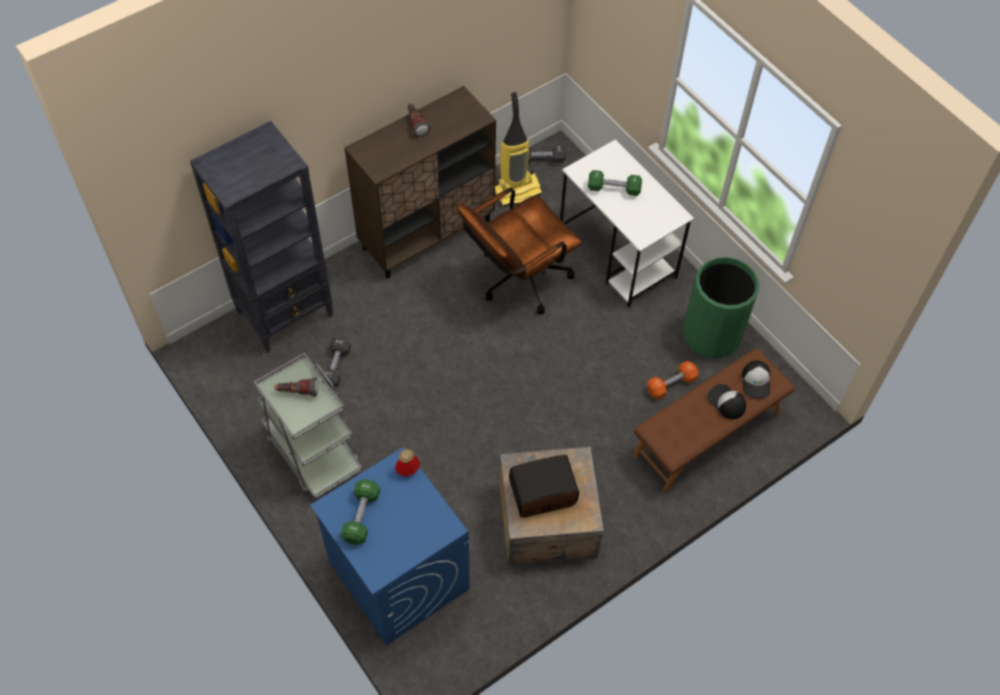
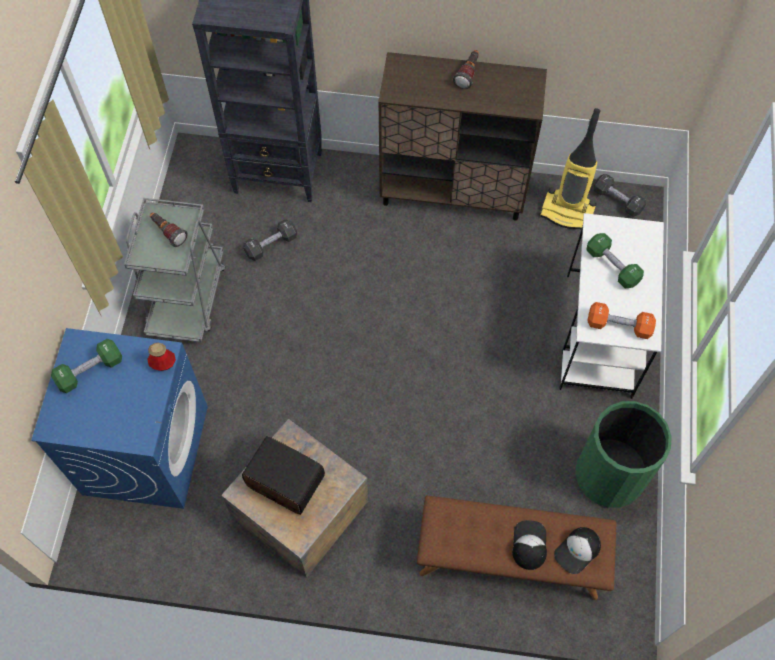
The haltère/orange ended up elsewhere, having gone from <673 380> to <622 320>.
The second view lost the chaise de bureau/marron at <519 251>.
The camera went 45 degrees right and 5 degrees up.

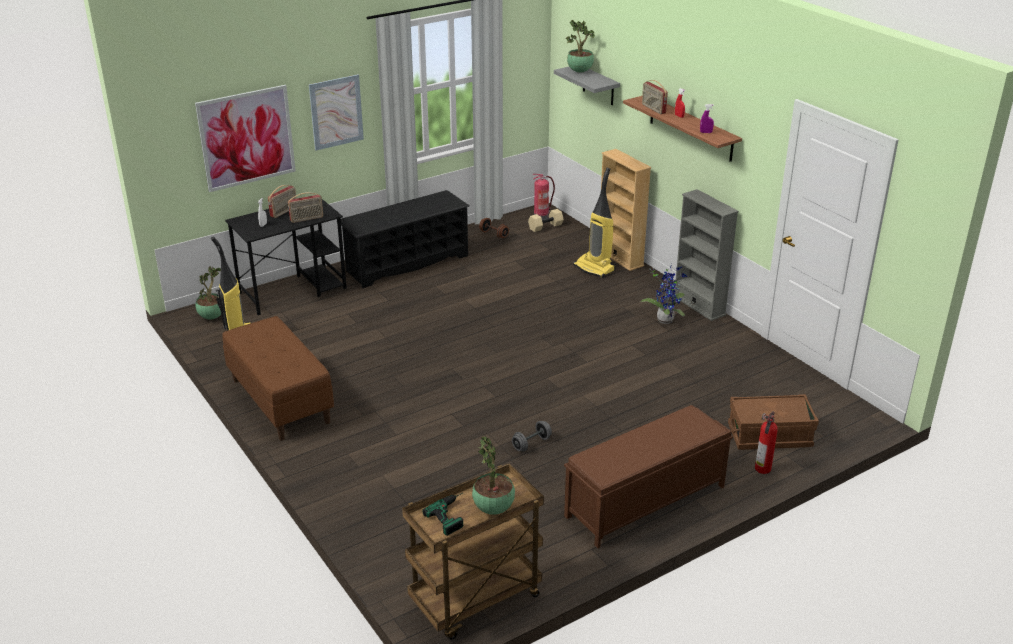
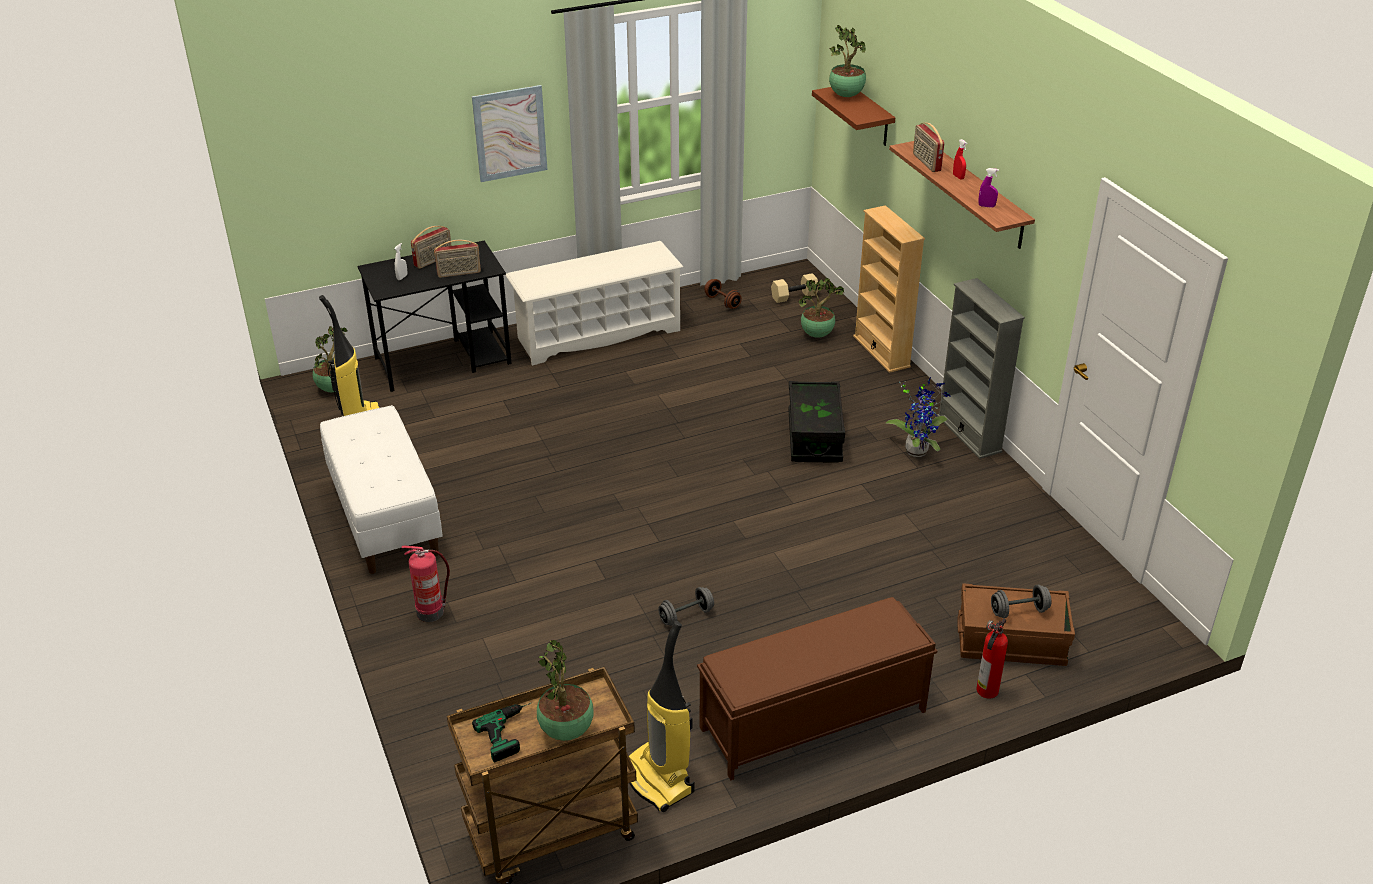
What was the banc/marron at <278 378> turned into the banc/blanc at <381 489>.
The extincteur ended up elsewhere, having gone from <544 197> to <426 584>.
What was the étagère à chaussures/noir at <405 239> turned into the étagère à chaussures/blanc at <594 303>.
The aspirateur ended up elsewhere, having gone from <594 223> to <661 716>.
The second view gained the boîte de rangement/noir at <816 422>.
The second view gained the plante en pot at <821 307>.
What was the étagère/gris at <587 86> turned into the étagère/marron at <853 116>.
The second view gained the haltère/gris at <1021 601>.
The second view lost the tableau at <245 138>.
The camera went 10 degrees right and 5 degrees up.

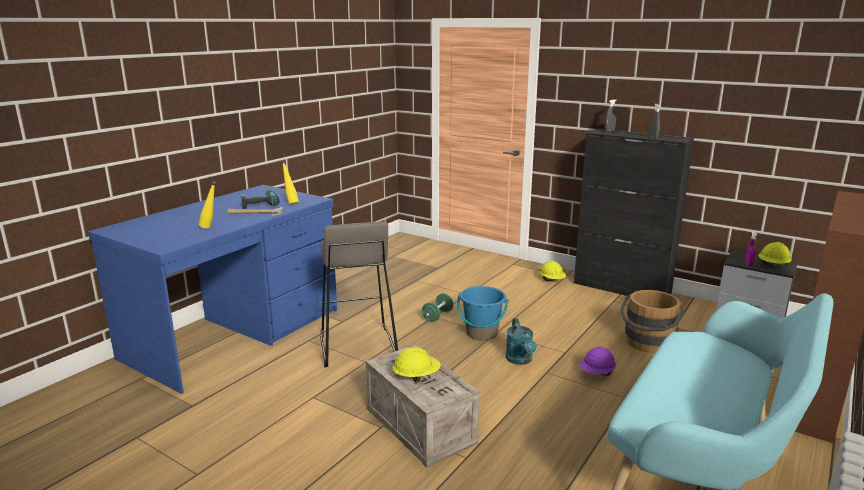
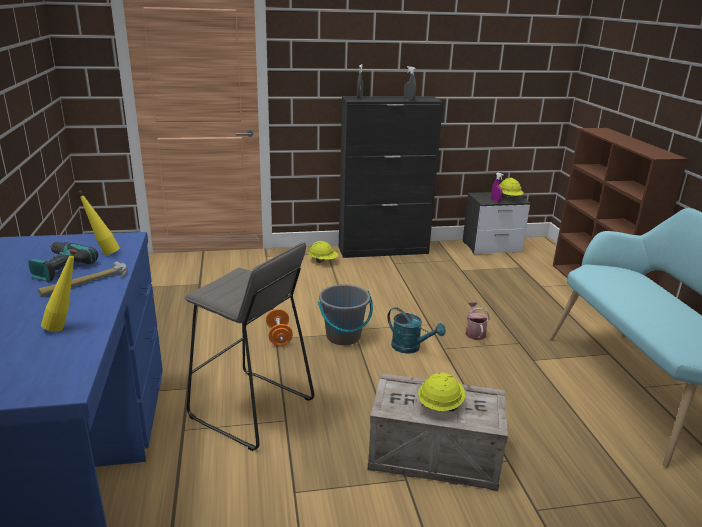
What was the haltère/vert at <438 307> turned into the haltère/orange at <279 327>.
What was the seau/bleu at <483 313> turned into the seau/gris at <345 314>.
Where the casque de chantier/violet stood at <598 361>, the arrosoir came to stand at <477 321>.
The second view lost the seau/marron at <652 322>.
The camera went 45 degrees left and 5 degrees up.

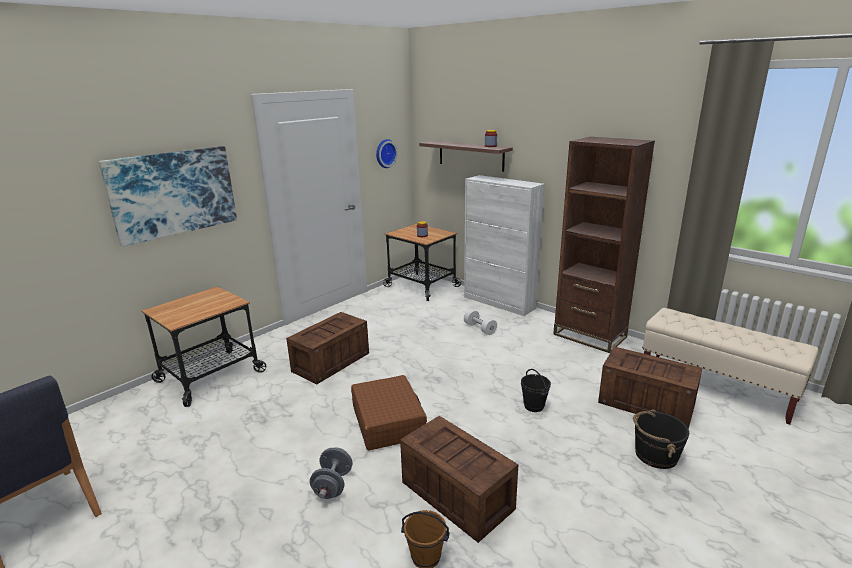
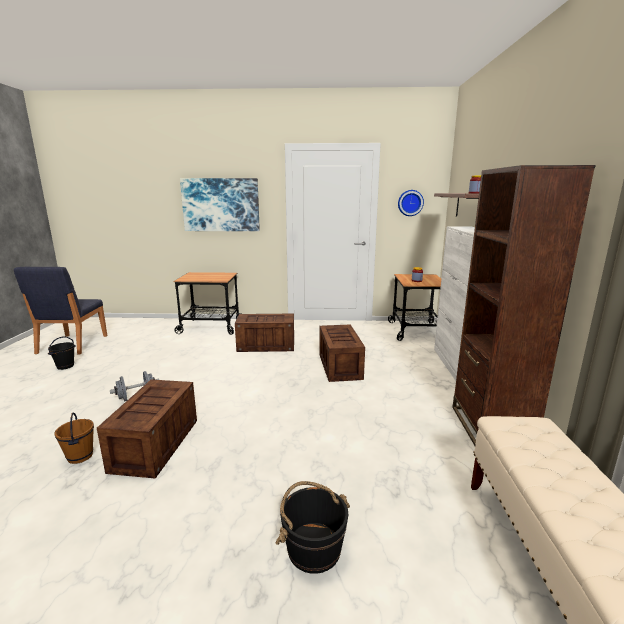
The seau/noir ended up elsewhere, having gone from <536 390> to <62 353>.
The caisse ended up elsewhere, having gone from <650 388> to <342 353>.
The second view lost the valise/marron at <389 412>.
The second view lost the haltère/blanc at <480 322>.
The camera went 50 degrees right and 5 degrees down.

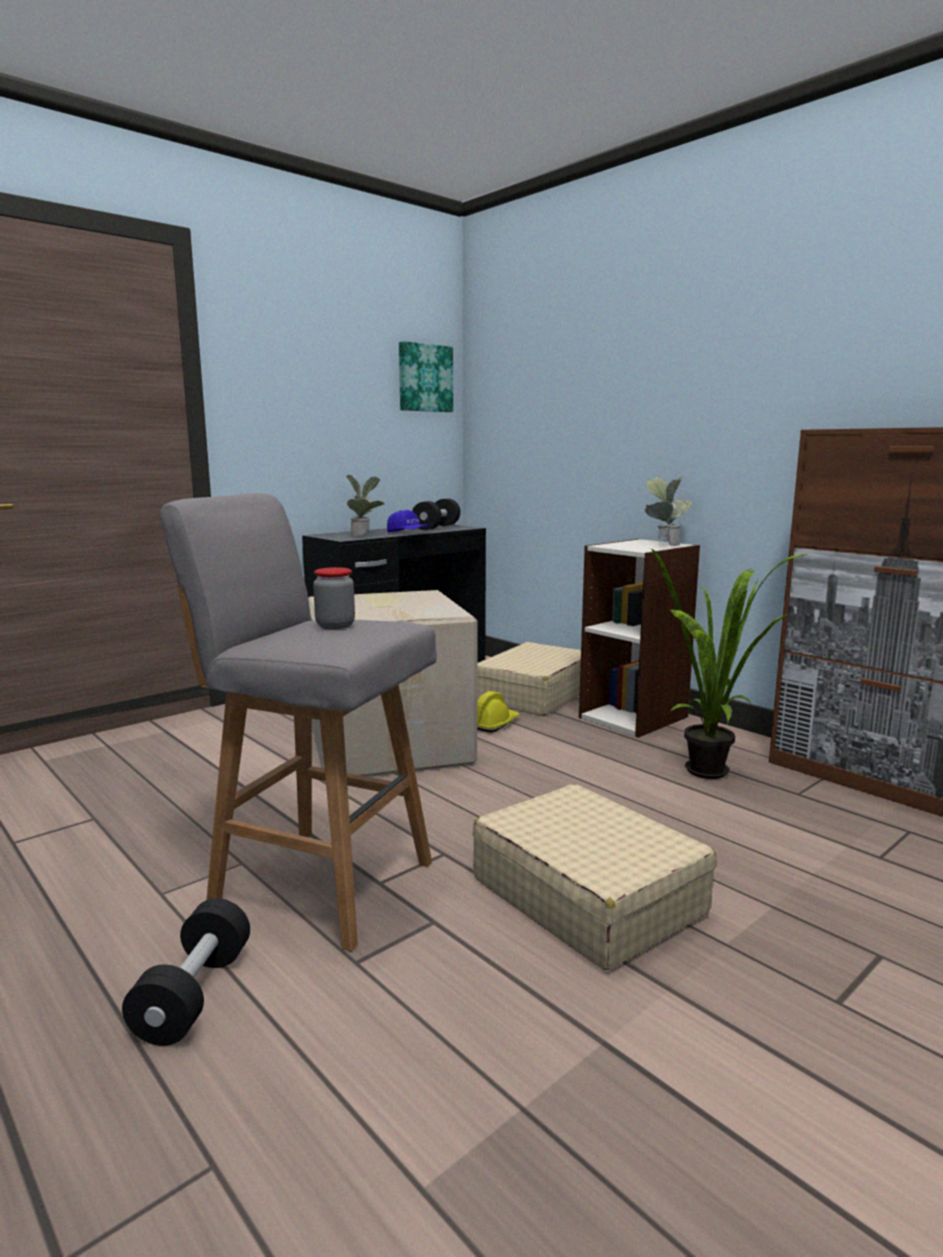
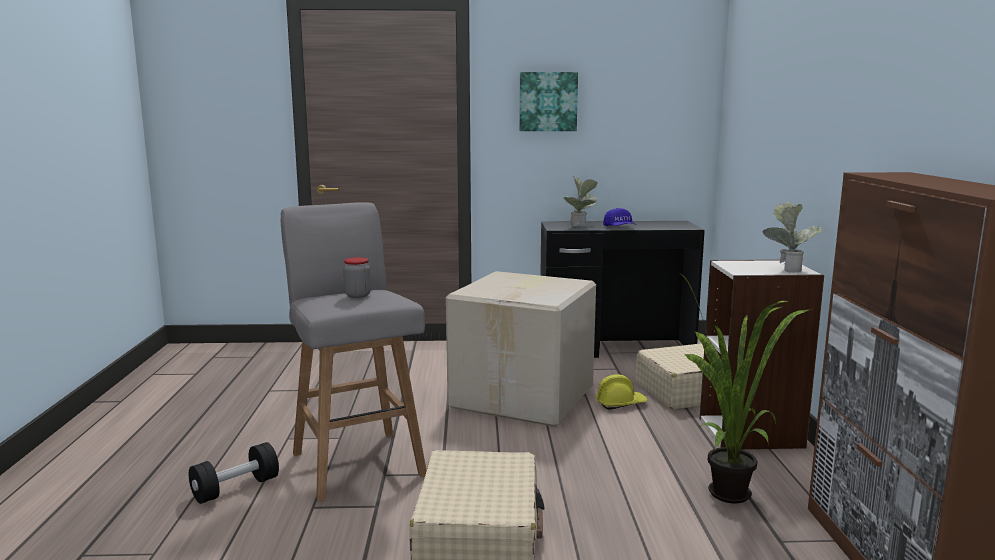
The tableau ended up elsewhere, having gone from <426 376> to <548 101>.
The second view lost the haltère/noir at <436 514>.
The camera went 40 degrees right and 0 degrees up.

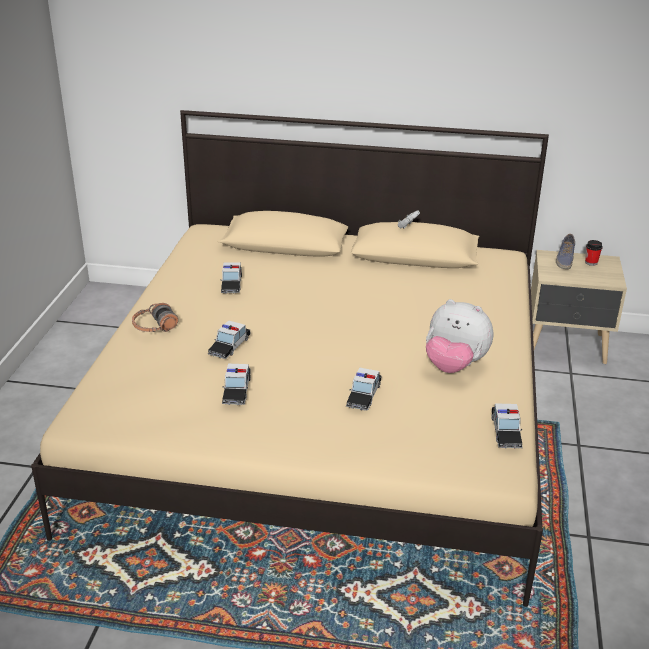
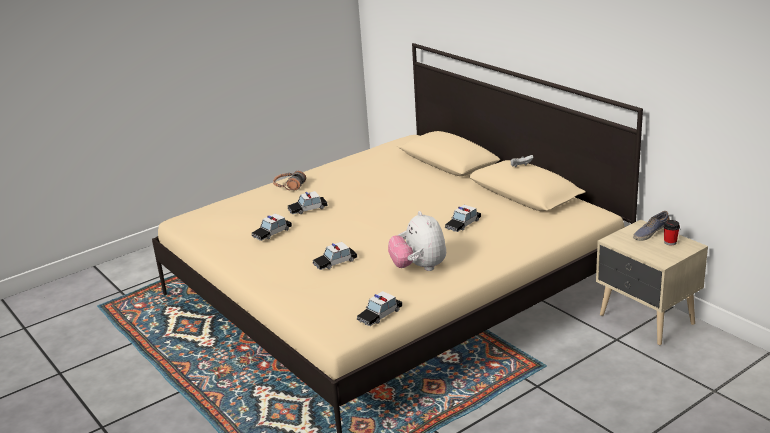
The petite voiture ended up elsewhere, having gone from <231 278> to <463 218>.
The camera went 45 degrees right and 5 degrees down.

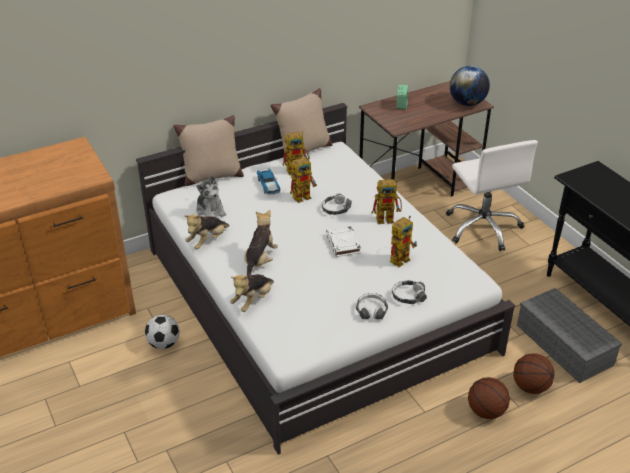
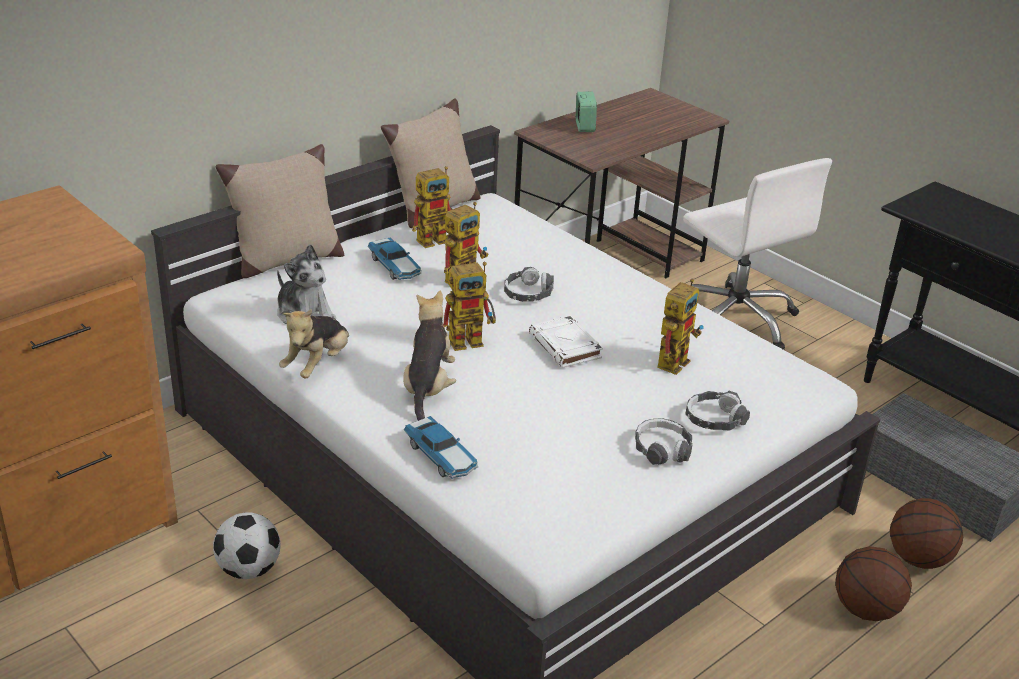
Where the peluche stood at <252 293>, the petite voiture came to stand at <441 447>.
The robot jouet ended up elsewhere, having gone from <387 201> to <469 306>.
The second view lost the globe at <470 86>.
The camera went 15 degrees left and 5 degrees down.

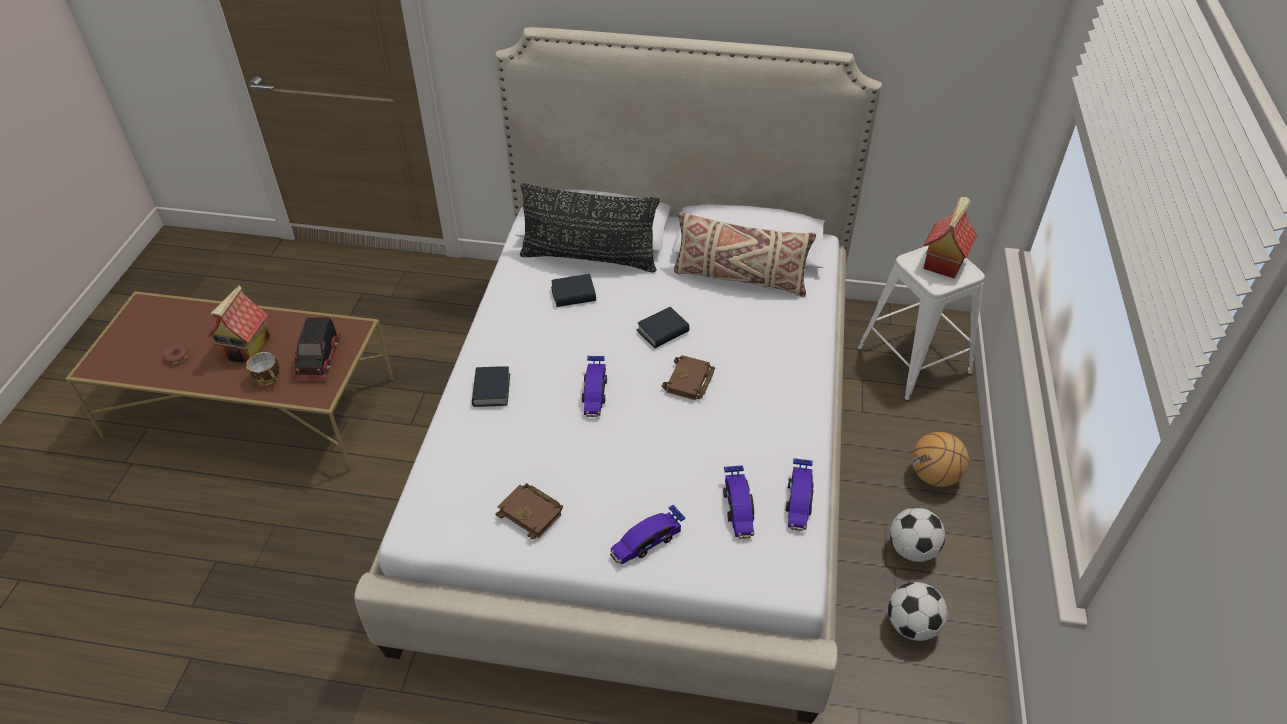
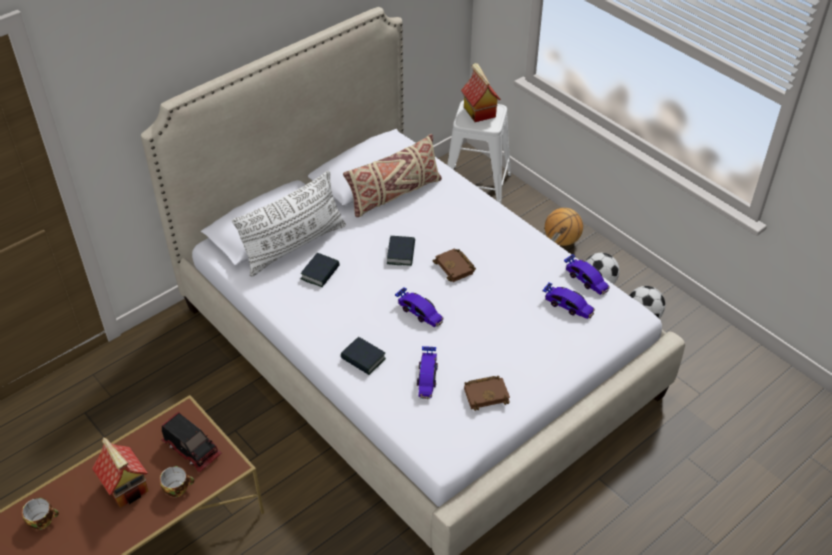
The second view gained the tasse at <40 514>.
What was the coussin/noir at <590 228> turned into the coussin/blanc at <289 224>.
The petite voiture ended up elsewhere, having gone from <647 534> to <427 372>.
The second view lost the beignet at <176 354>.
The camera went 50 degrees left and 0 degrees up.

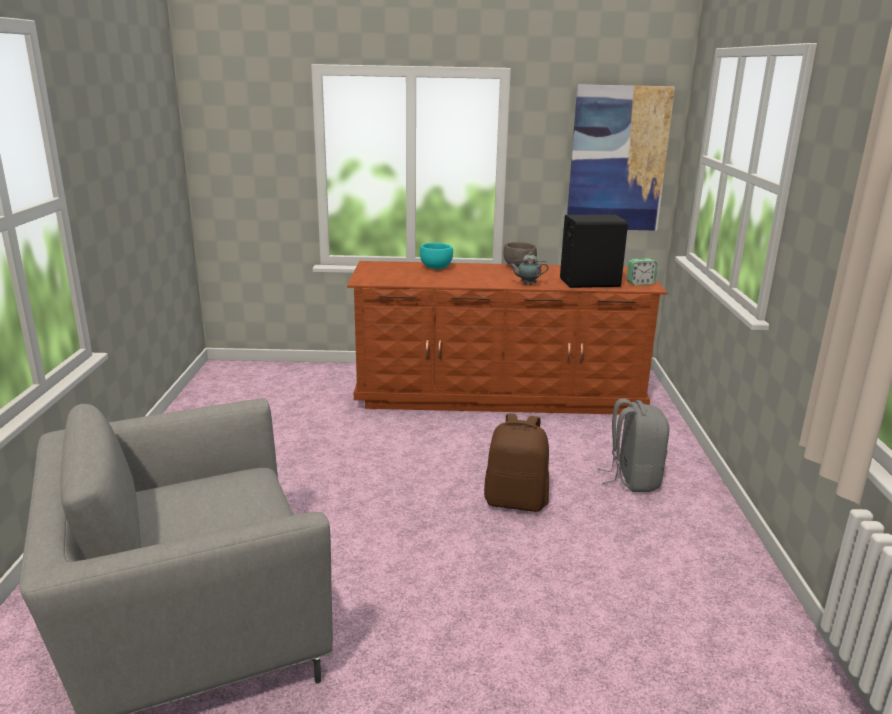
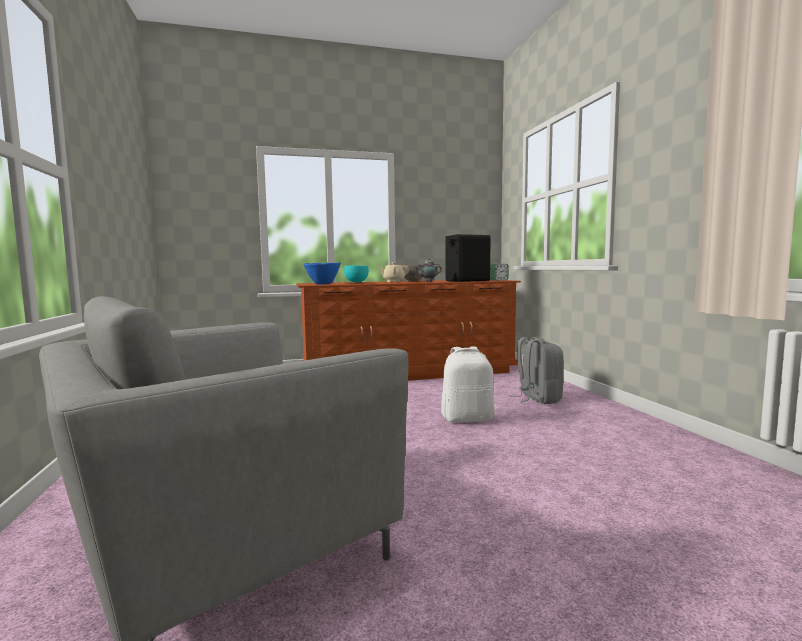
The second view gained the bol/bleu at <322 273>.
The second view gained the théière/beige at <393 272>.
What was the sac à dos/marron at <516 463> turned into the sac à dos/blanc at <468 384>.
The second view lost the tableau at <621 157>.
The camera went 15 degrees left and 15 degrees down.

